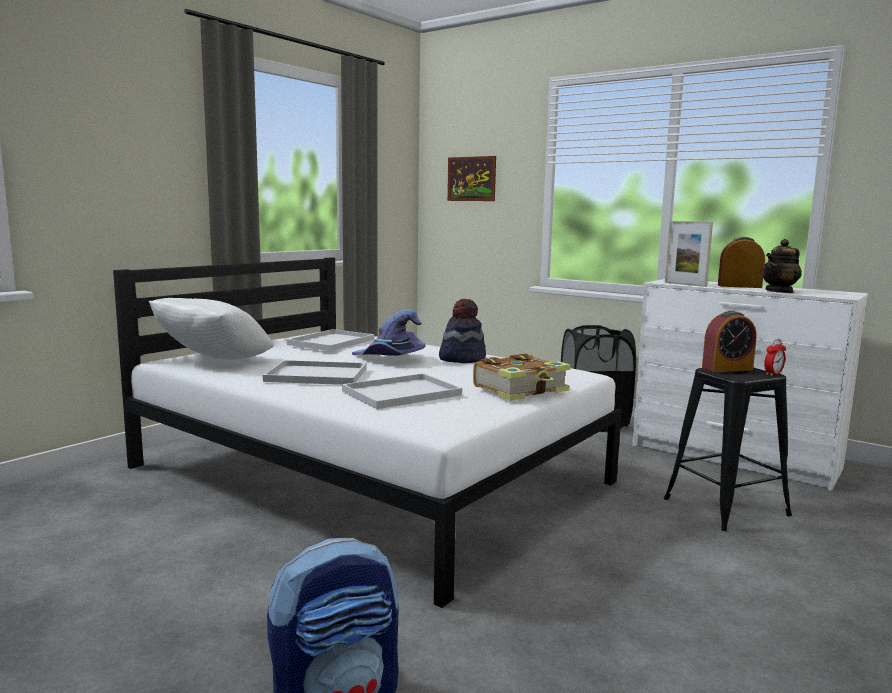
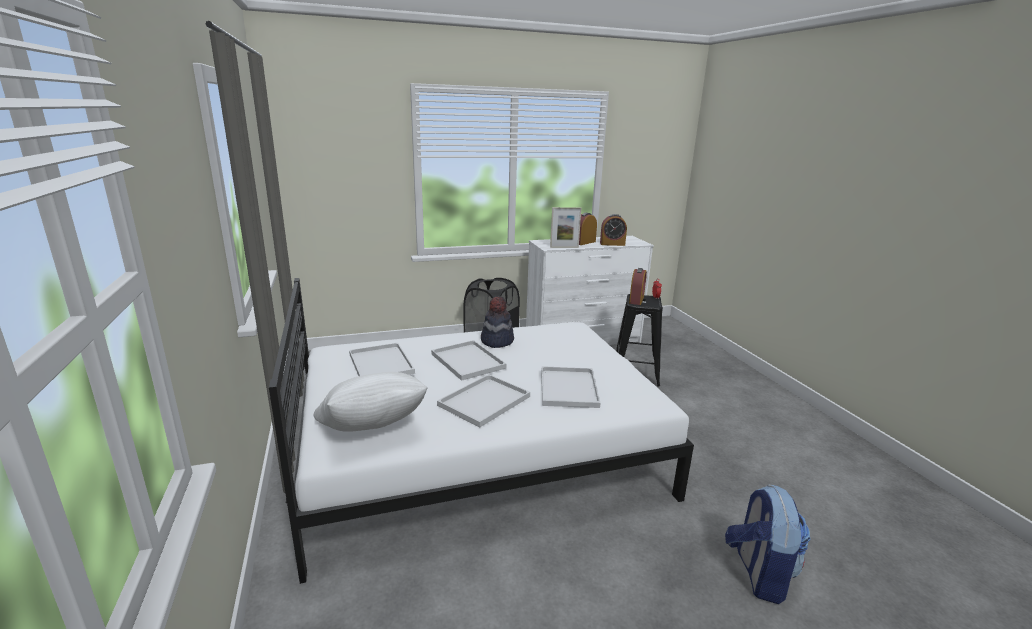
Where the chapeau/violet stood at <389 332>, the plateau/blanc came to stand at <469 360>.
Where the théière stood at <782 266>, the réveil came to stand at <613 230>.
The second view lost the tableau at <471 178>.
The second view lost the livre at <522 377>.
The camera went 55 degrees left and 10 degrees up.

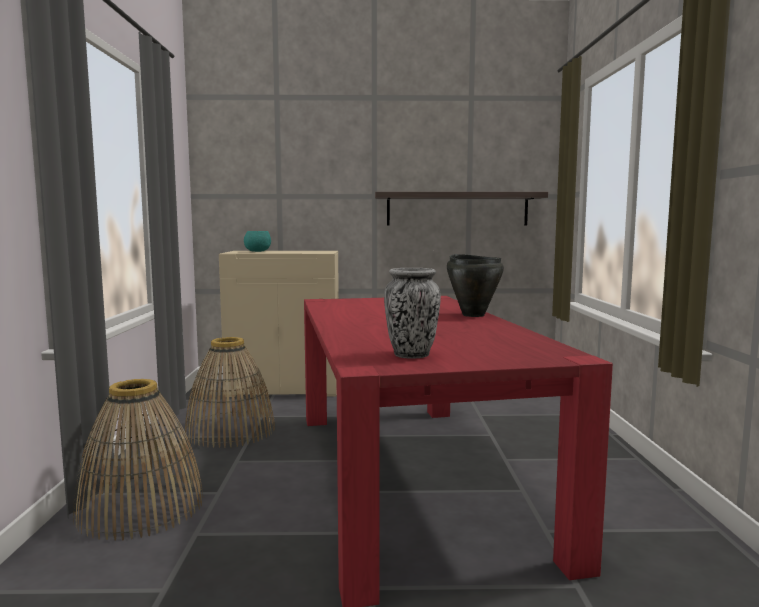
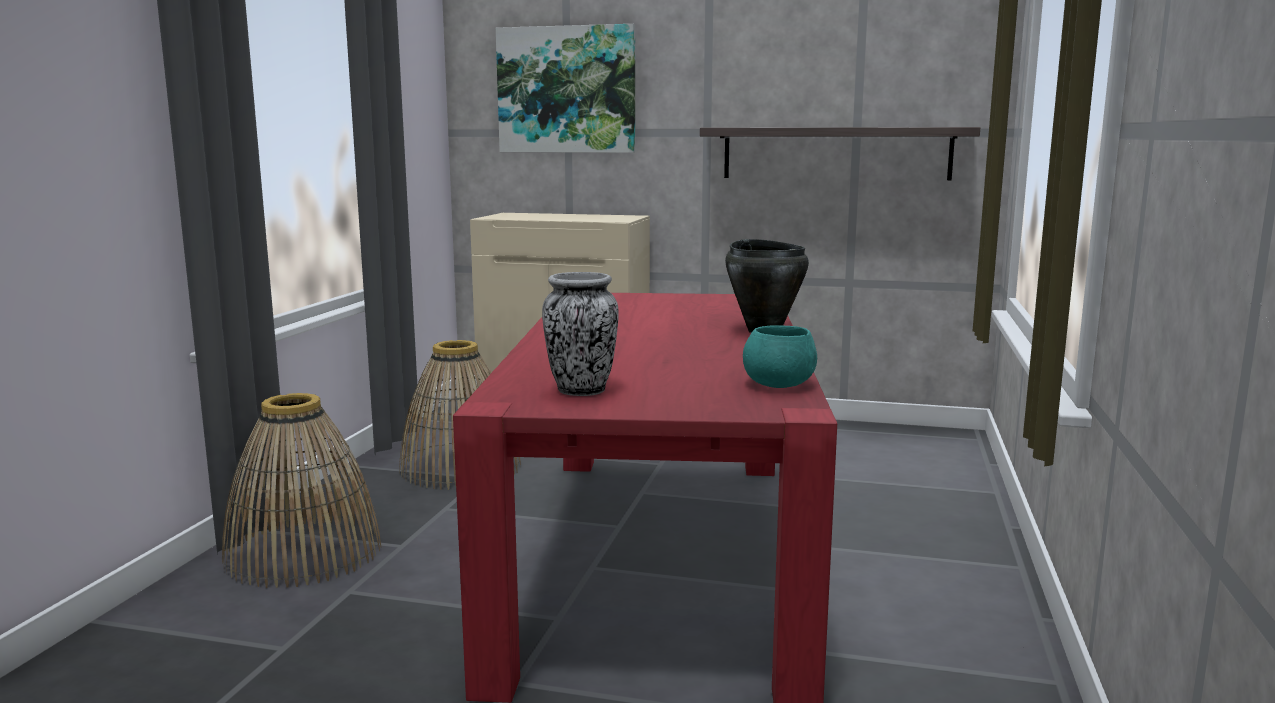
The second view gained the tableau at <565 88>.
The bol/turquoise ended up elsewhere, having gone from <257 241> to <780 357>.
The camera went 15 degrees right and 5 degrees up.

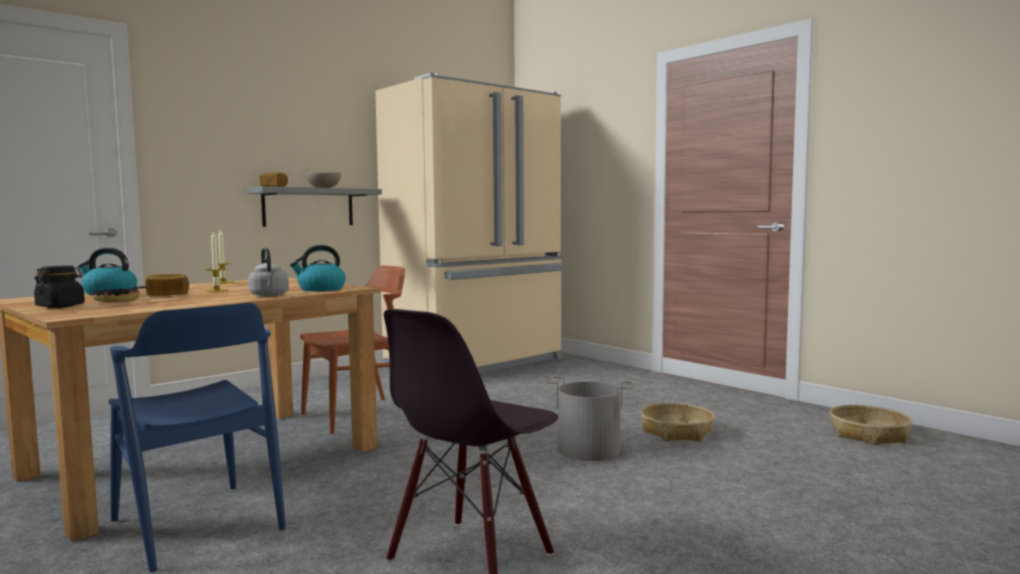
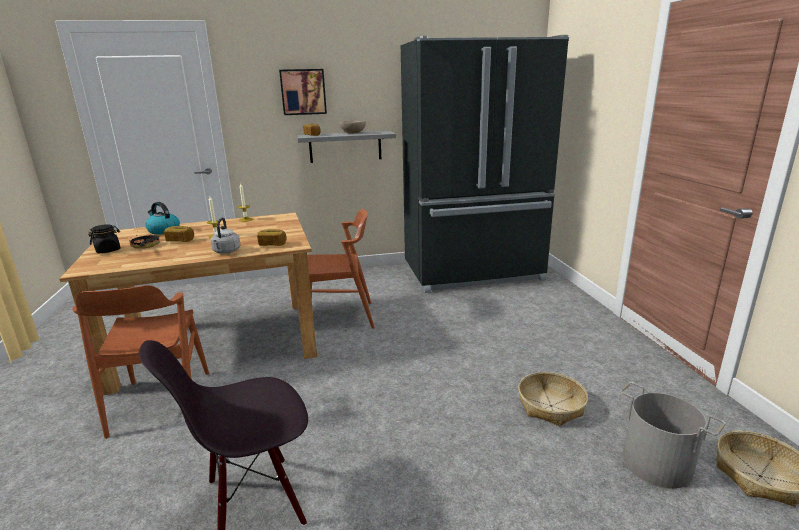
What was the chaise/bleu at <197 437> turned into the chaise/marron at <140 362>.
Where the bouilloire stood at <318 268>, the pain came to stand at <272 237>.
The second view gained the tableau at <303 92>.
What was the réfrigérateur/beige at <469 223> turned into the réfrigérateur/noir at <485 164>.
The seau/gris ended up elsewhere, having gone from <590 418> to <673 435>.
The camera went 30 degrees right and 15 degrees up.

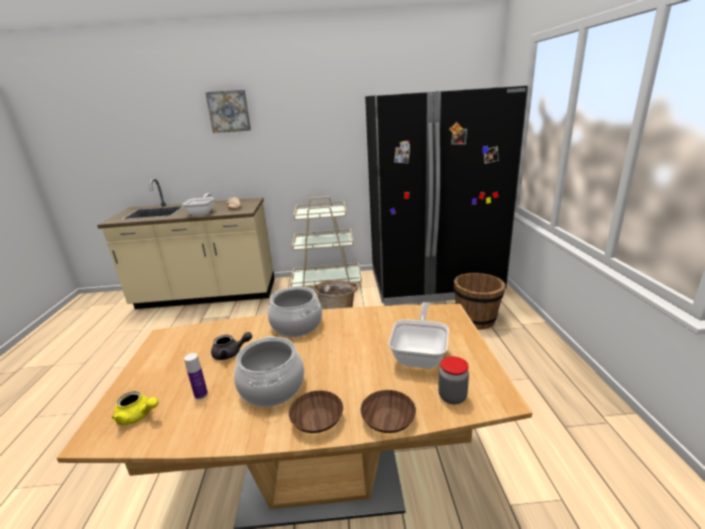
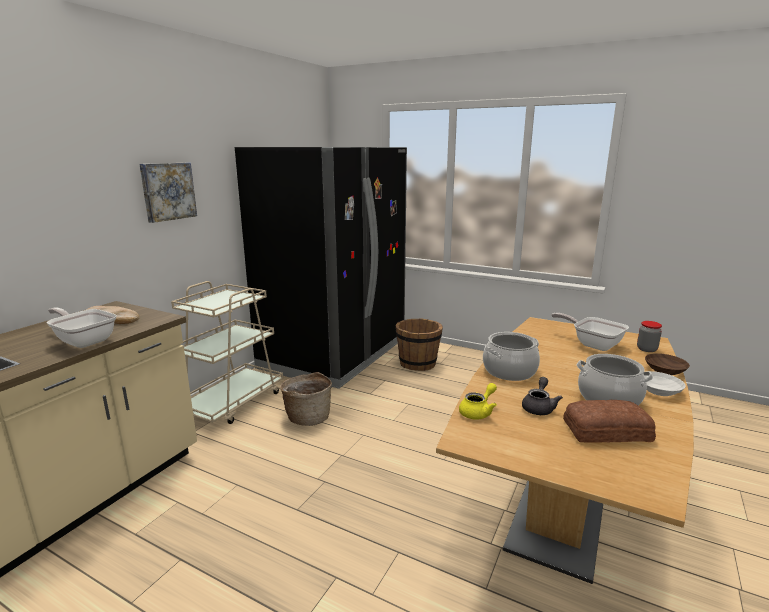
The tableau ended up elsewhere, having gone from <228 111> to <168 193>.
The théière/jaune ended up elsewhere, having gone from <135 408> to <478 401>.
Where the bouteille stood at <196 376>, the pain came to stand at <609 421>.
What was the bol/marron at <316 411> turned into the bol/blanc at <665 383>.
The camera went 60 degrees left and 5 degrees down.

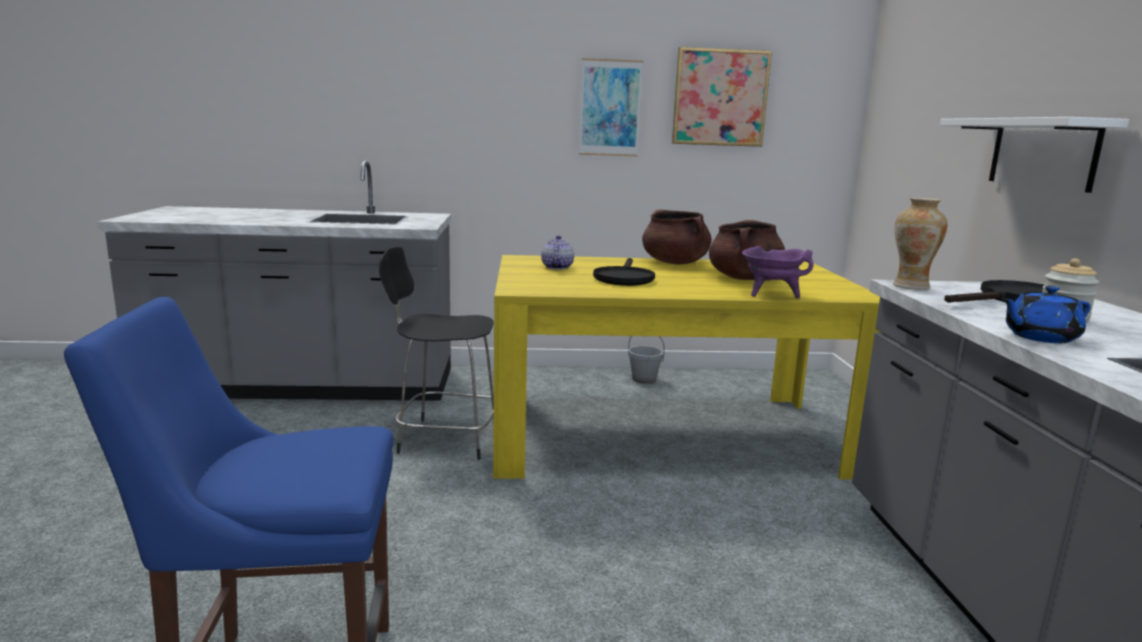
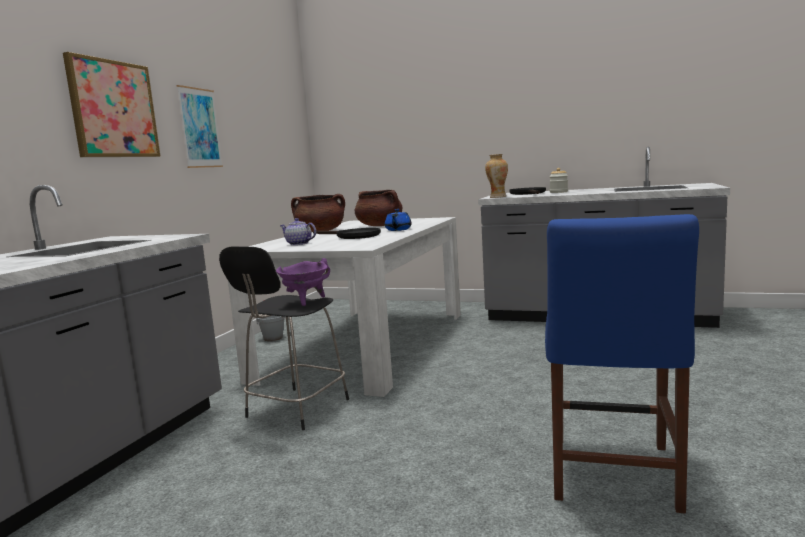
The tableau ended up elsewhere, having gone from <722 97> to <111 104>.
What was the table à manger/jaune at <686 367> turned into the table à manger/blanc at <344 307>.
The marmite/violet ended up elsewhere, having gone from <778 272> to <303 282>.
The théière/bleu ended up elsewhere, having gone from <1046 314> to <398 220>.
The second view lost the étagère/blanc at <1034 155>.
The camera went 65 degrees left and 5 degrees down.

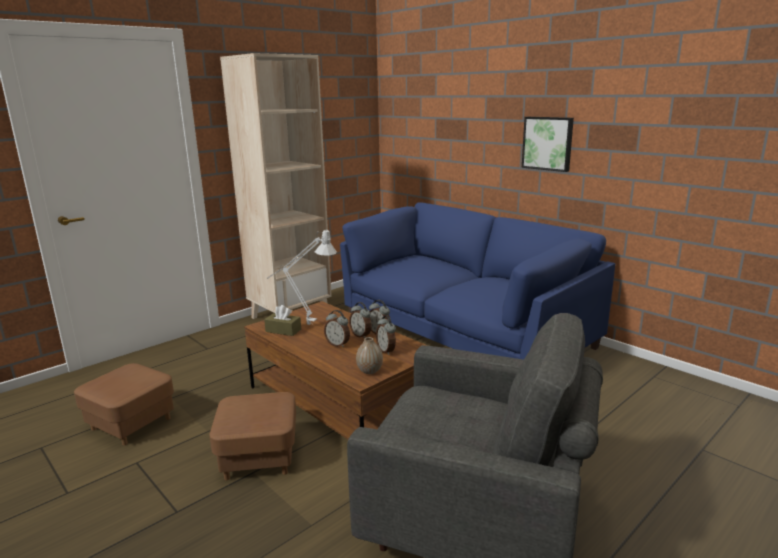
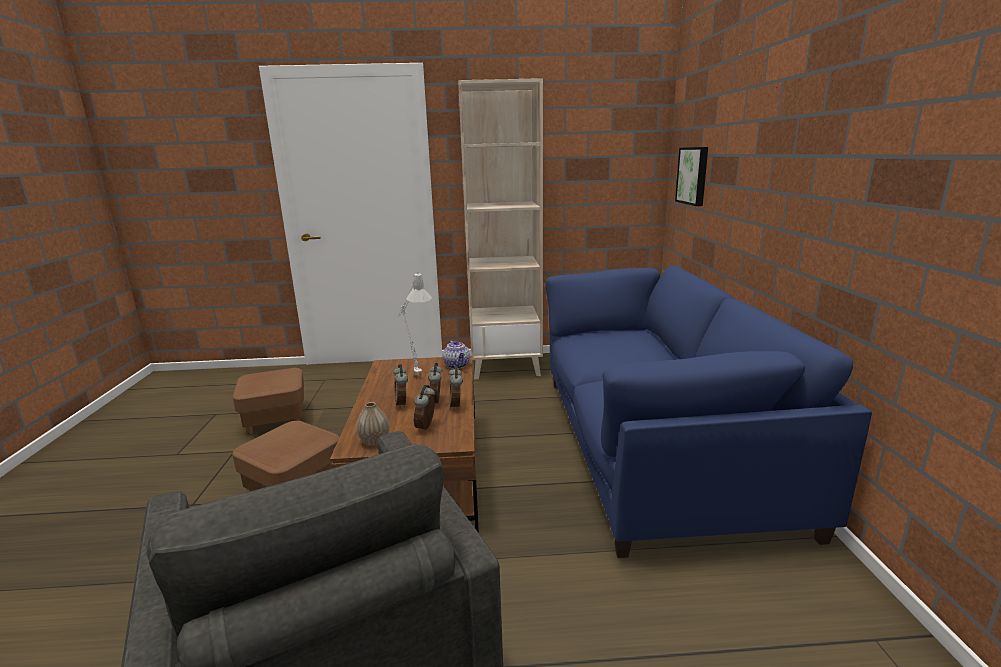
The second view gained the théière at <456 354>.
The tableau ended up elsewhere, having gone from <548 144> to <691 176>.
The second view lost the boîte à mouchoirs/marron at <282 320>.
The camera went 40 degrees right and 0 degrees up.

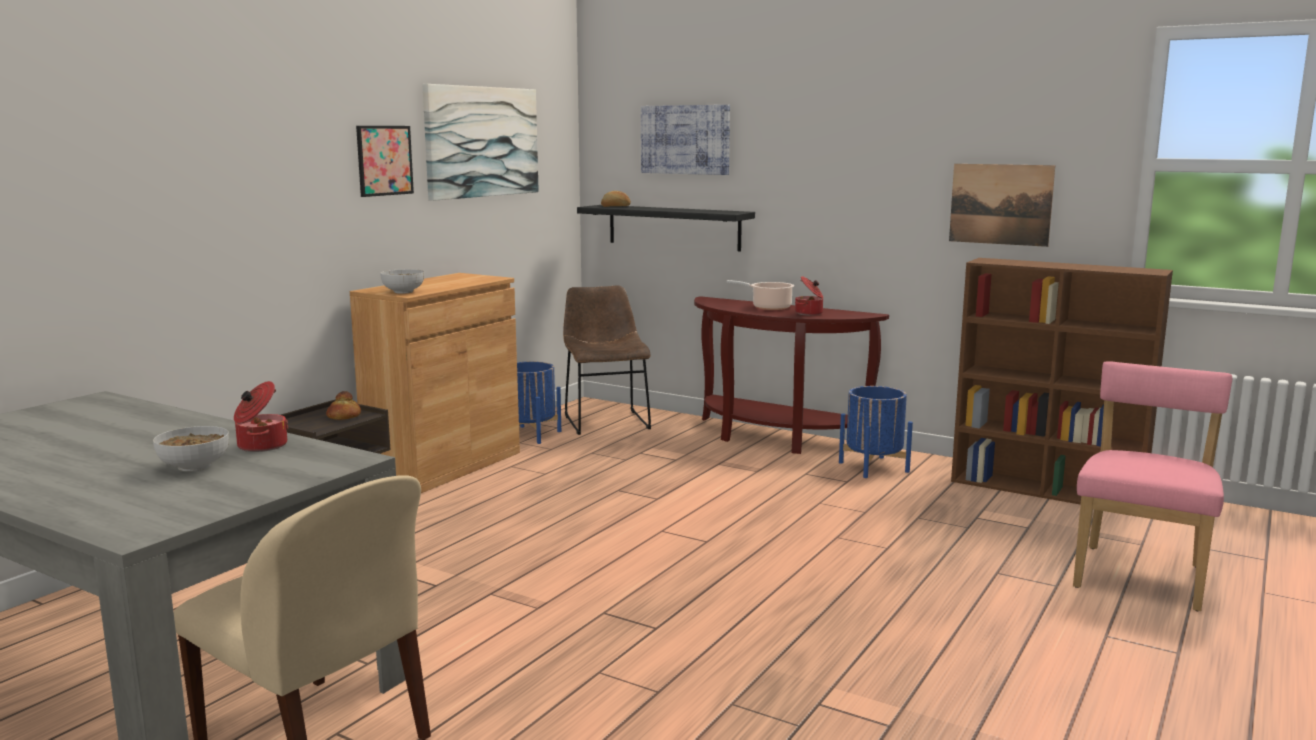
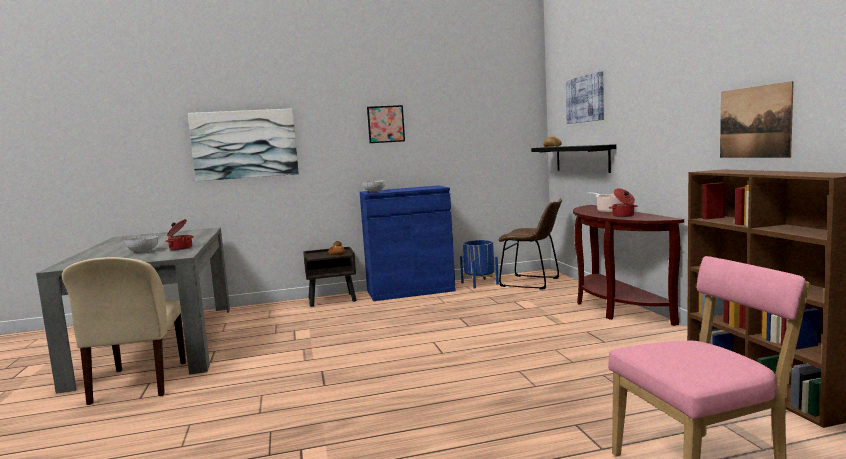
The tableau ended up elsewhere, having gone from <480 142> to <243 144>.
What was the meuble de rangement/marron at <435 383> turned into the meuble de rangement/bleu at <408 243>.
The chaise/marron at <607 360> ended up facing another way, 90 degrees clockwise from before.
The second view lost the cache-pot/bleu at <876 432>.
The camera went 45 degrees right and 5 degrees down.

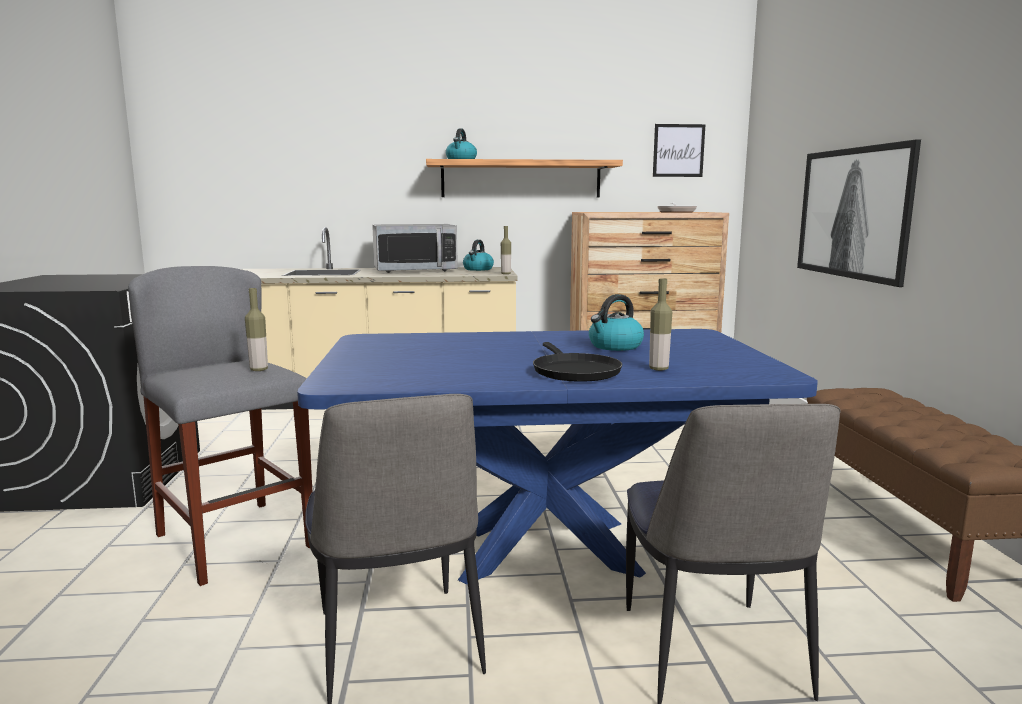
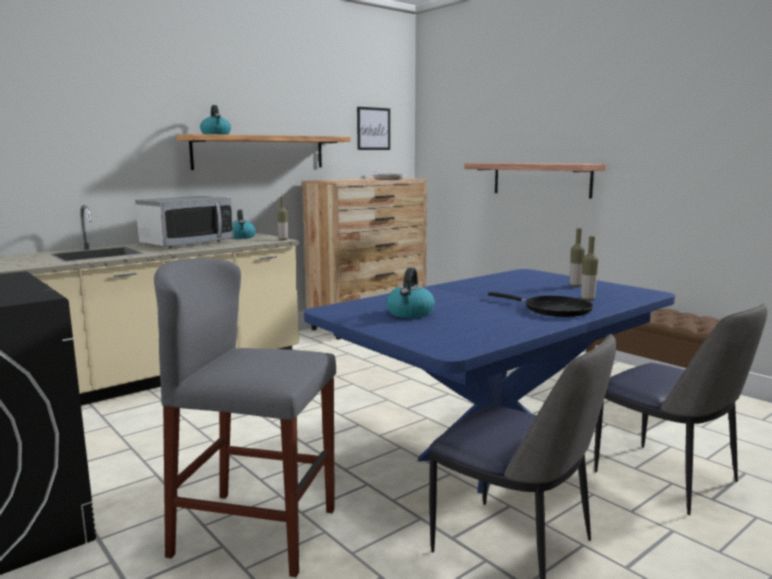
The bouilloire ended up elsewhere, having gone from <616 322> to <410 293>.
Where the tableau hung at <859 213>, the étagère came to hang at <535 181>.
The bouteille ended up elsewhere, having gone from <256 329> to <577 257>.
The camera went 35 degrees left and 0 degrees up.

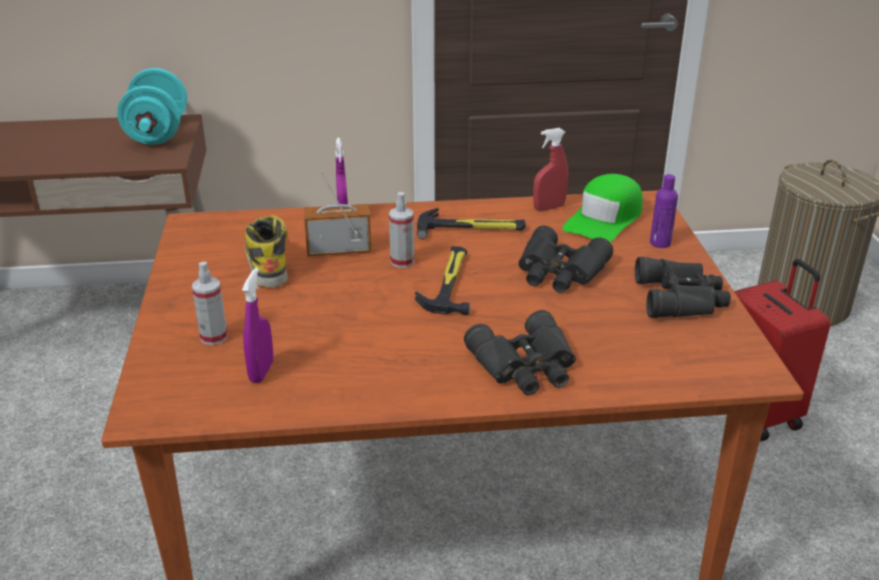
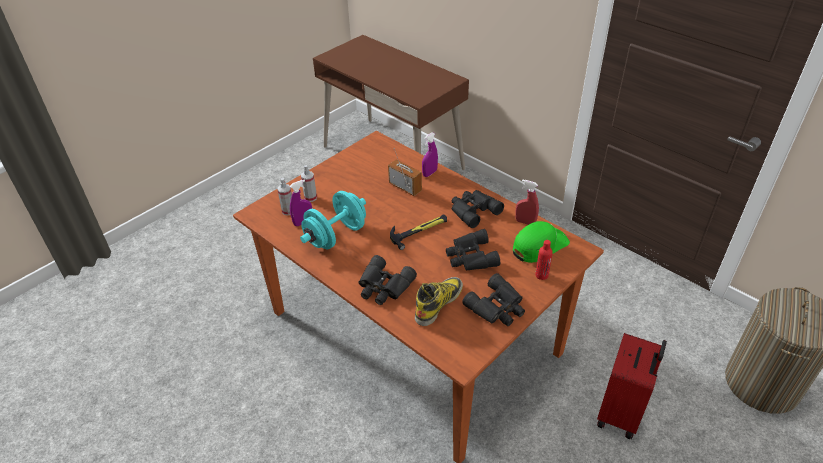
The vaporisateur ended up elsewhere, having gone from <401 230> to <285 196>.
The haltère/turquoise ended up elsewhere, having gone from <152 106> to <333 220>.
The botte ended up elsewhere, having gone from <266 251> to <439 301>.
Where the marteau stood at <471 223>, the jumelles/noir came to stand at <478 209>.
The casquette/vert at <603 208> ended up facing another way, 150 degrees clockwise from before.
What was the bouteille/violet at <664 211> turned into the bouteille/rouge at <544 260>.
The camera went 50 degrees right and 10 degrees up.

